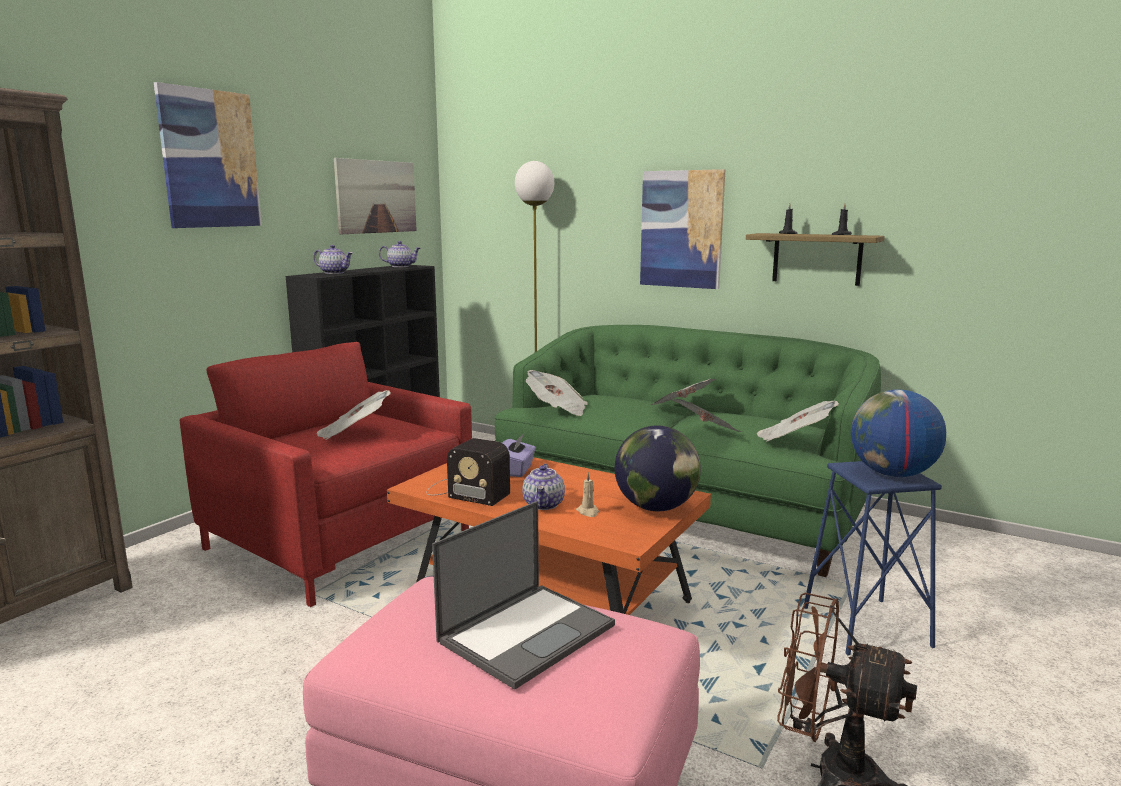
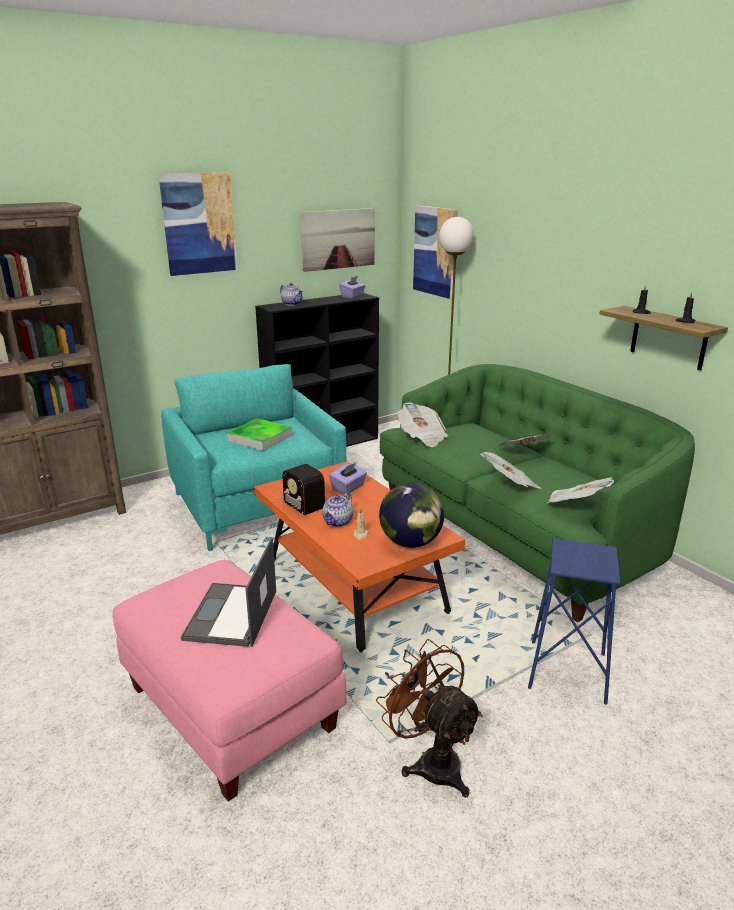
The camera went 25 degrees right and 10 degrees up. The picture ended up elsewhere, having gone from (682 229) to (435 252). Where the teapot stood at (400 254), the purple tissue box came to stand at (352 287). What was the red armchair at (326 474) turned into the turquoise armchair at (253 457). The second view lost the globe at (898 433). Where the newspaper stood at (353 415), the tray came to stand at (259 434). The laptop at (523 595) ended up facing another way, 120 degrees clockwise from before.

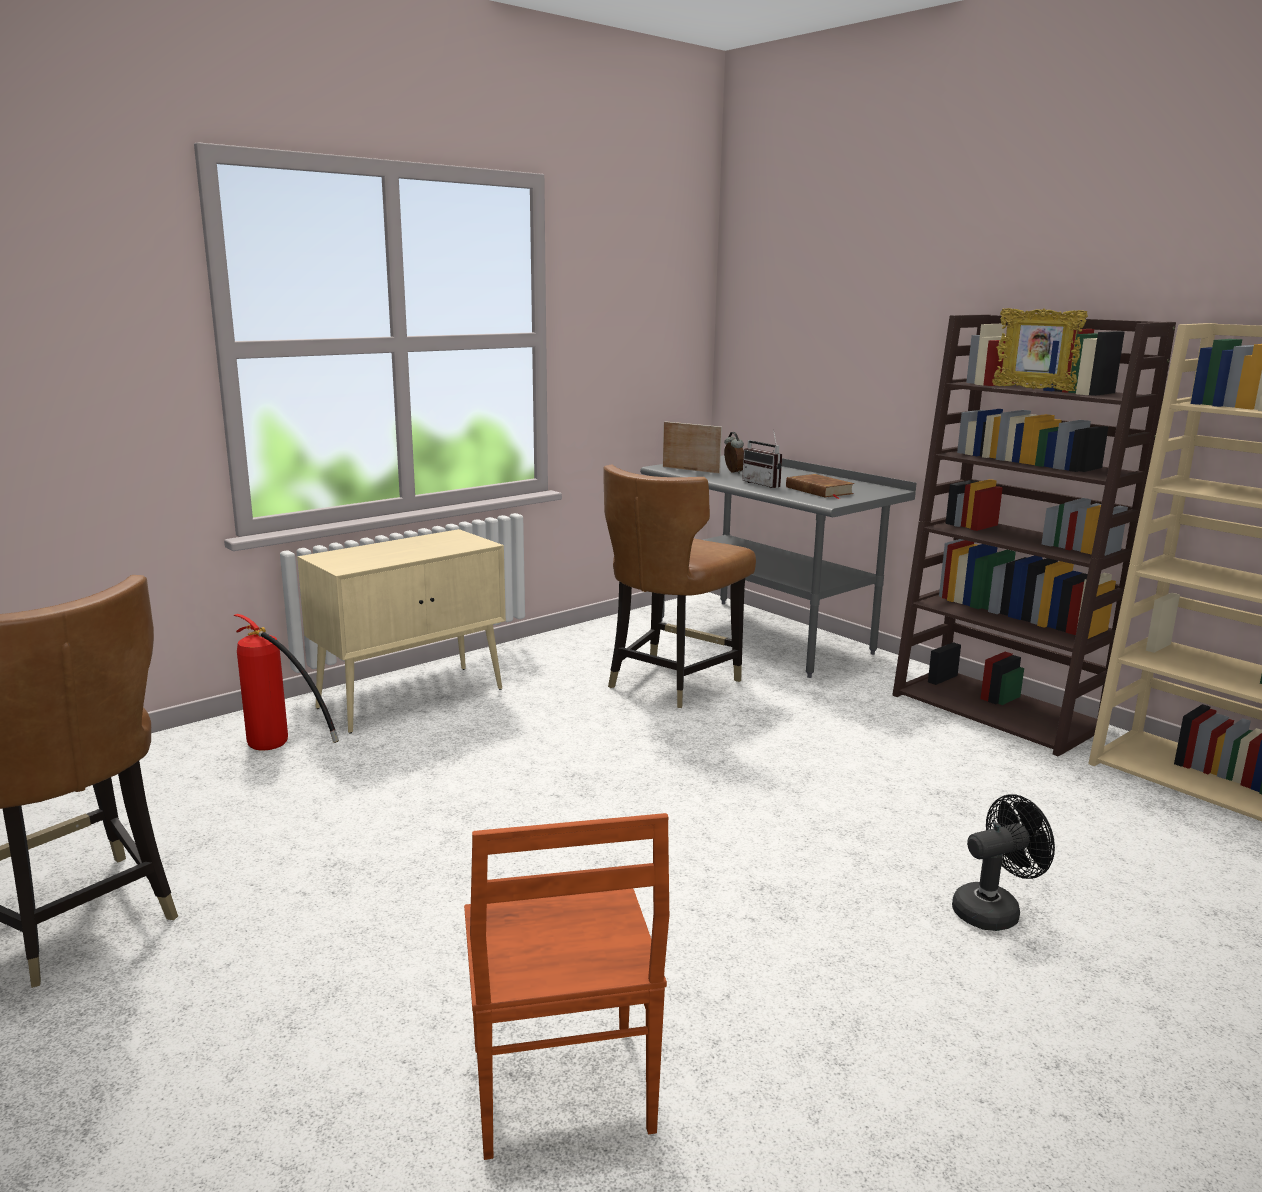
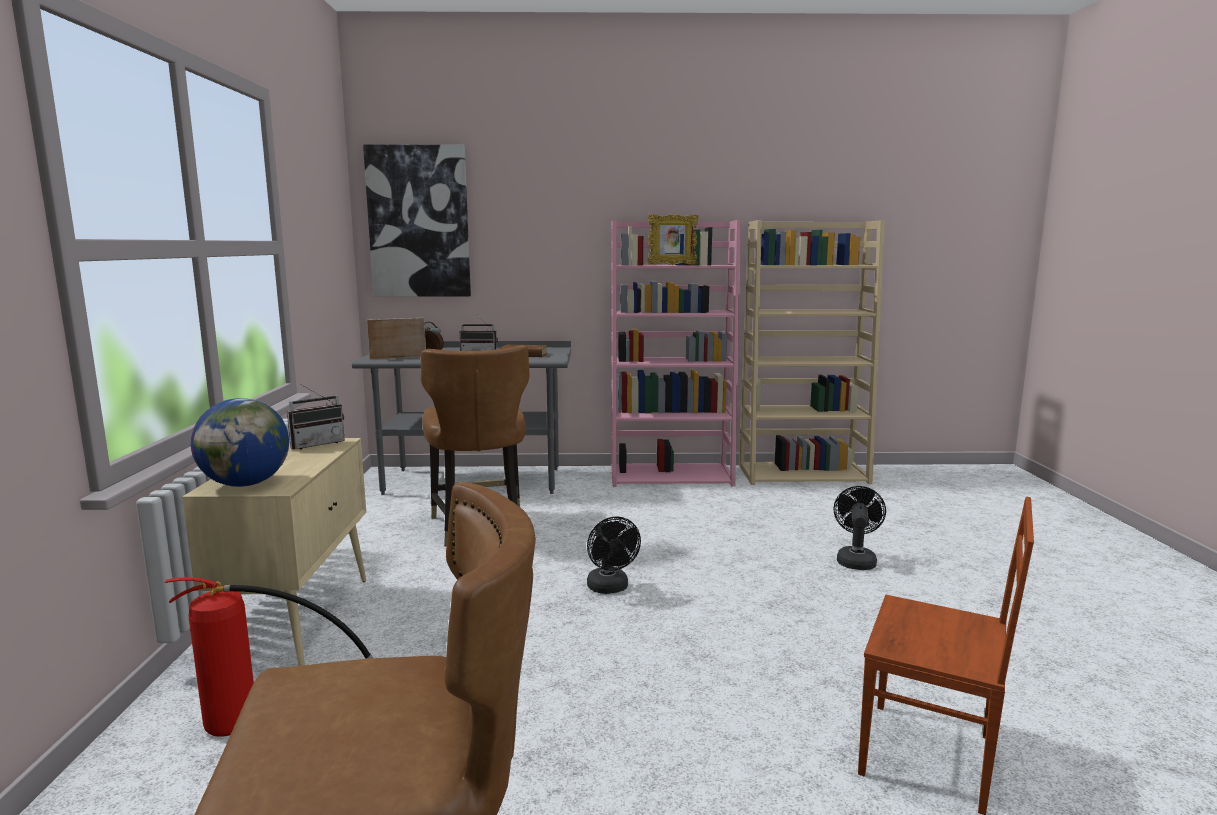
The camera went 50 degrees left and 5 degrees down. What was the brown bookcase at (1034 536) turned into the pink bookcase at (676 353). The second view gained the picture at (417 221). The second view gained the radio at (316 417). The second view gained the globe at (240 442). The second view gained the black fan at (614 555).

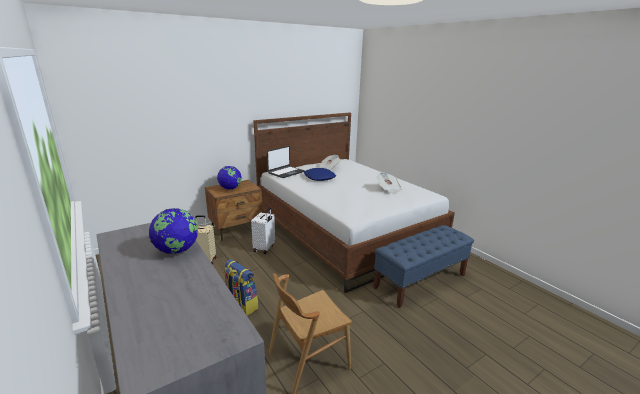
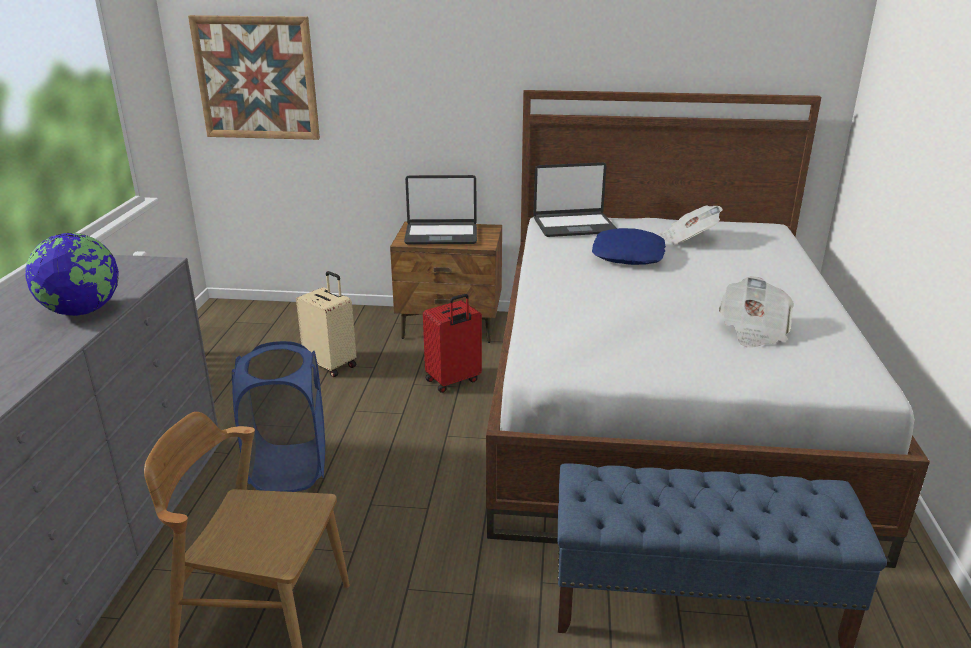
The camera went 40 degrees right and 5 degrees up. Where the globe stood at (229 178), the laptop came to stand at (440 209). What was the white suitcase at (263 231) turned into the red suitcase at (452 343). Where the backpack stood at (241 287), the blue laundry basket came to stand at (278 416). The second view gained the picture at (254 77).

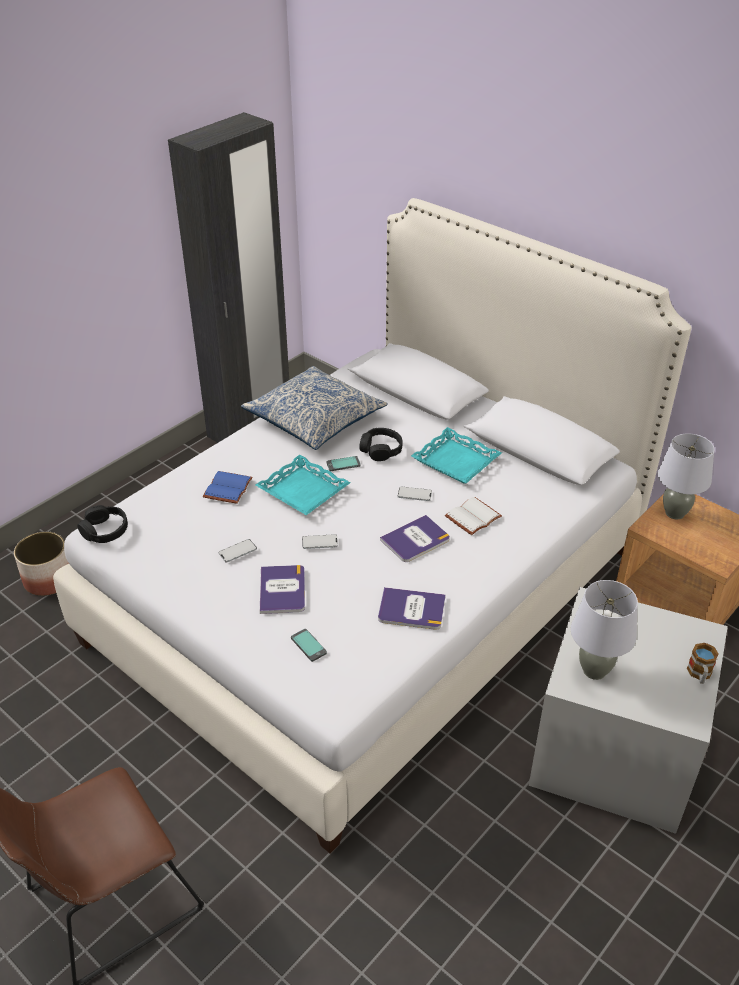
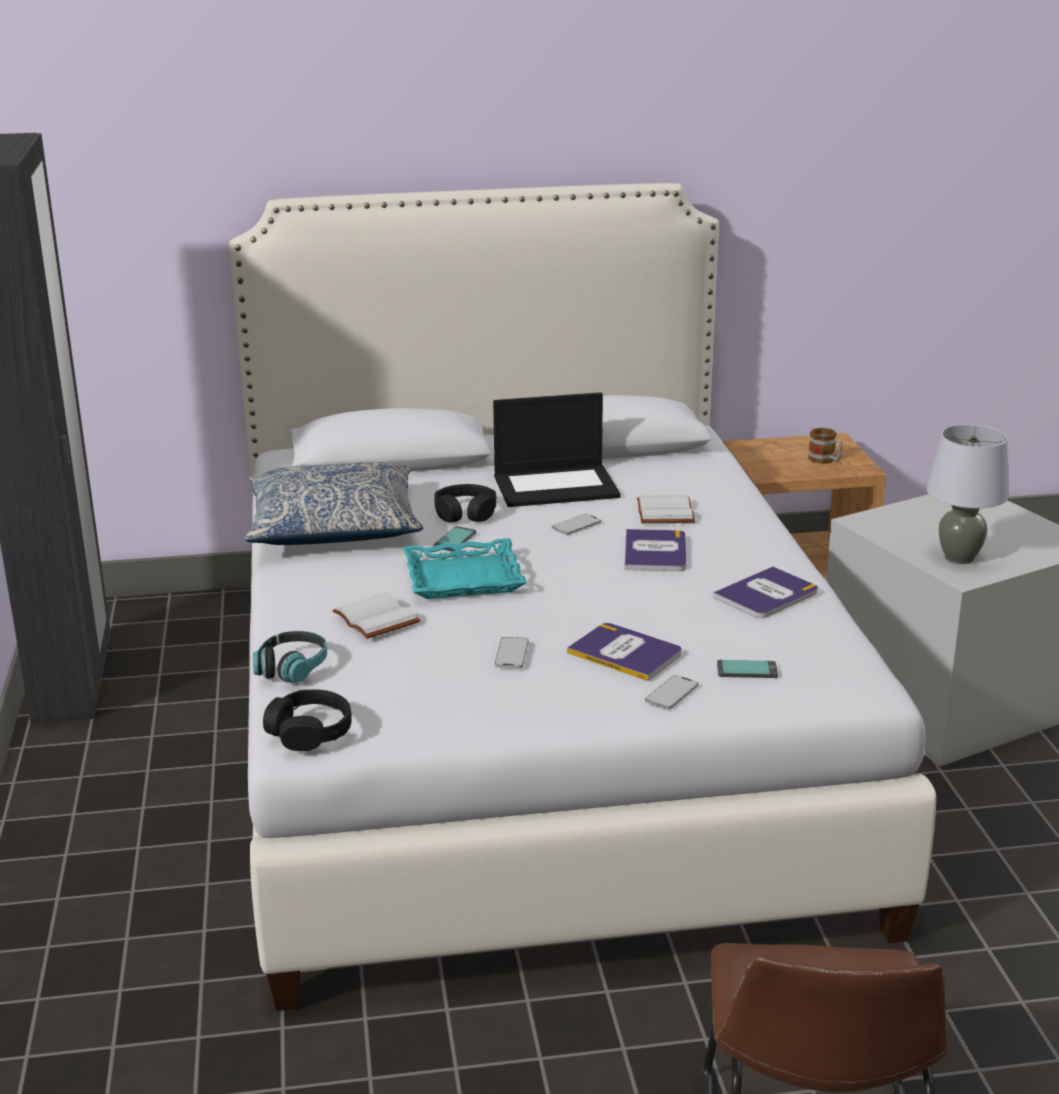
The camera went 50 degrees left and 15 degrees down. Where the turquoise tray stood at (456 455), the laptop came to stand at (557 449). The second view lost the grey table lamp at (686 476). What was the blue book at (228 487) turned into the white book at (376 616). The second view lost the planter at (41 564). The phone ended up elsewhere, having gone from (320 541) to (672 692). The mug ended up elsewhere, having gone from (703 663) to (825 446). The second view gained the headphones at (290 657).

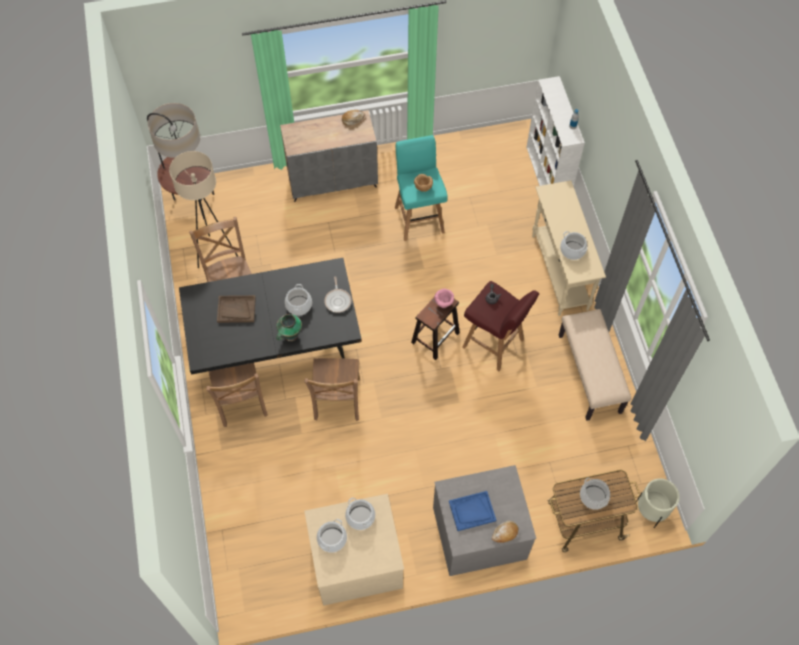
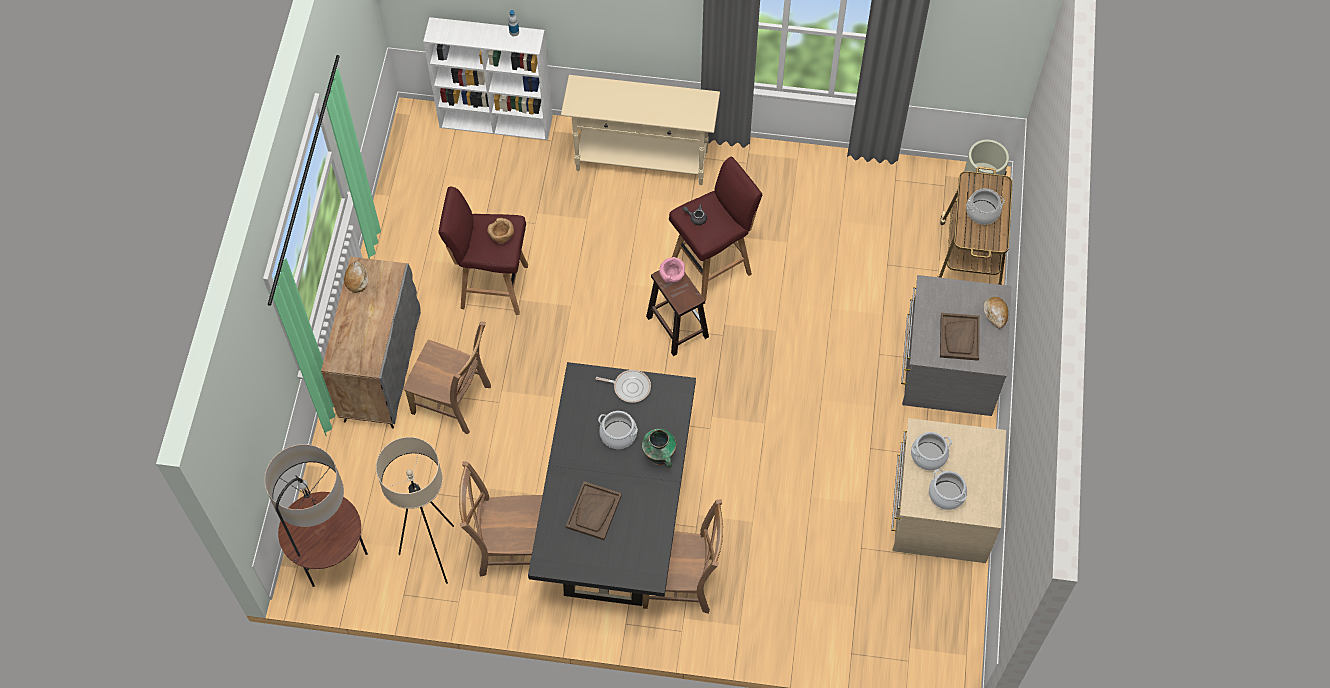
The camera went 70 degrees left and 0 degrees up. What was the turquoise stool at (421 188) turned into the red stool at (483 251). The second view lost the cooking pot at (573 245). The second view lost the beige bench at (595 365). The brown chair ended up elsewhere, having gone from (332 389) to (447 378). What was the blue tray at (472 511) turned into the brown tray at (960 337).

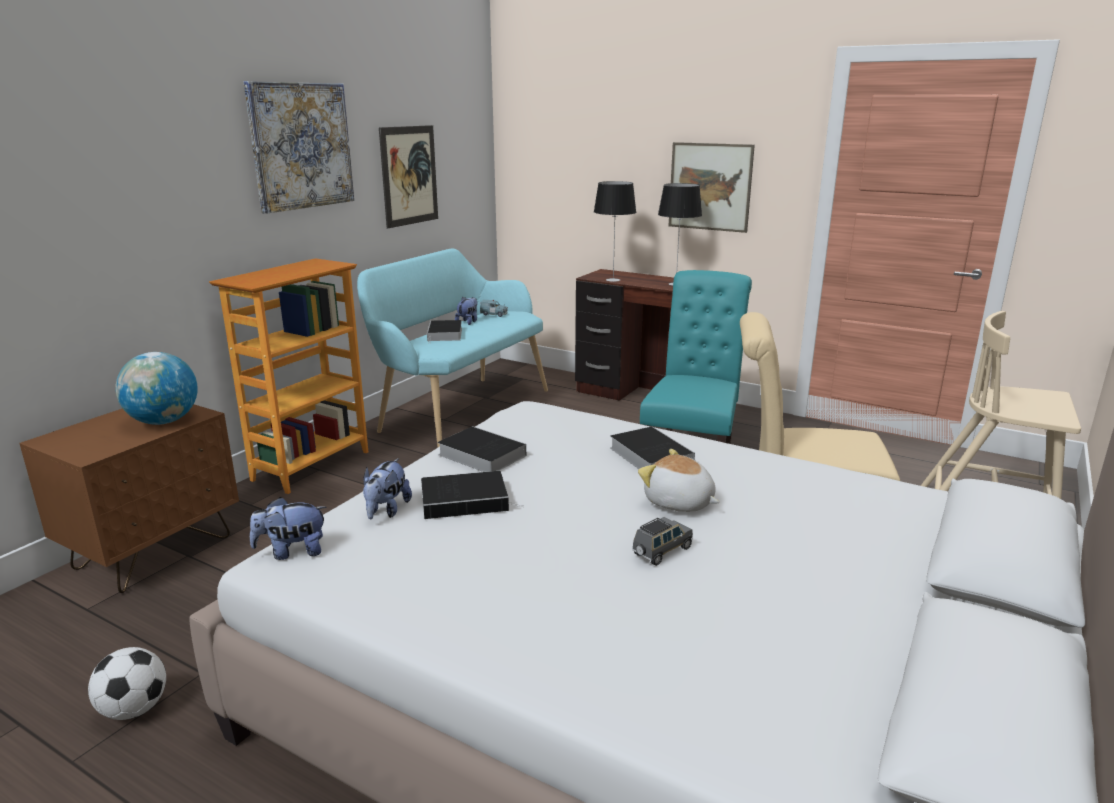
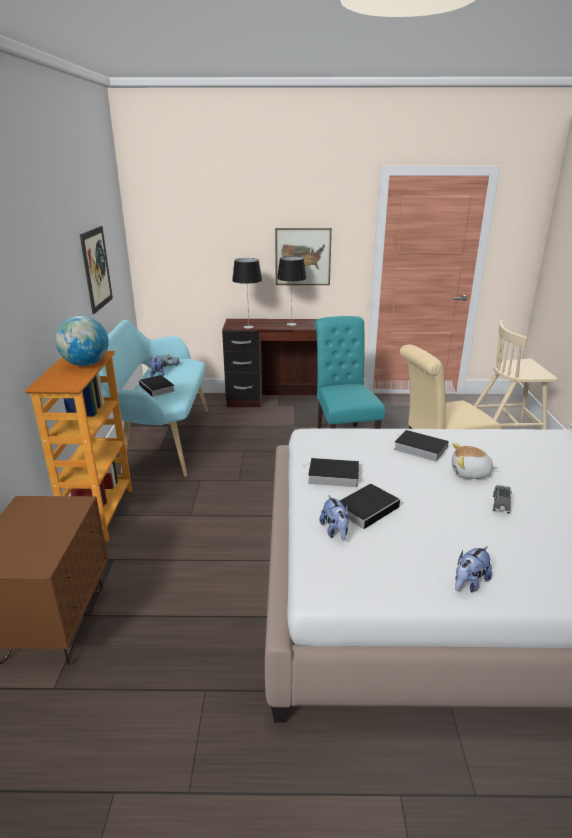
The camera went 30 degrees left and 5 degrees up. The second view lost the picture at (299 147). The globe ended up elsewhere, having gone from (156 388) to (82 341). The plush toy ended up elsewhere, having gone from (288 528) to (473 569). The second view lost the football at (127 683).

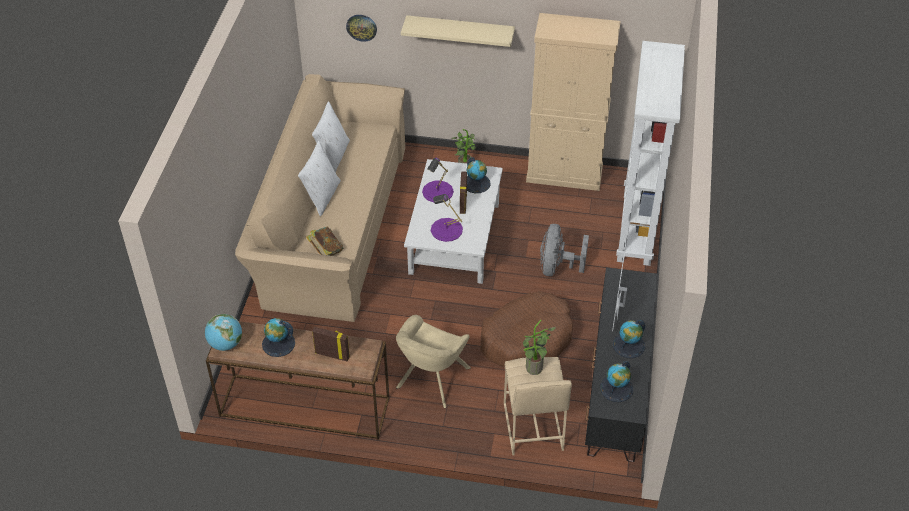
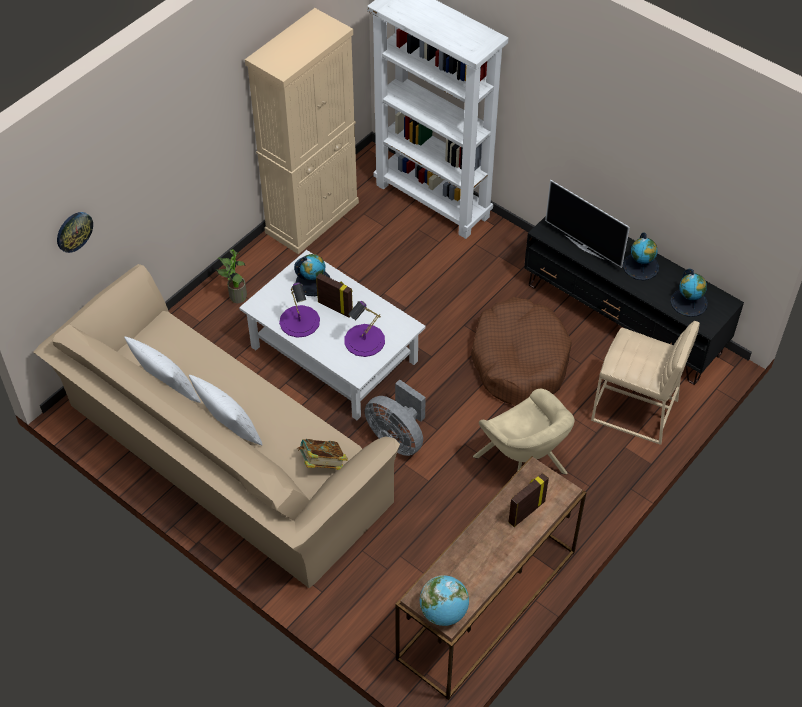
The camera went 60 degrees left and 5 degrees up. The second view lost the beige shelf at (458 31). The grey fan ended up elsewhere, having gone from (564 250) to (395 417). The second view lost the globe at (278 337). The second view lost the potted plant at (539 347).

